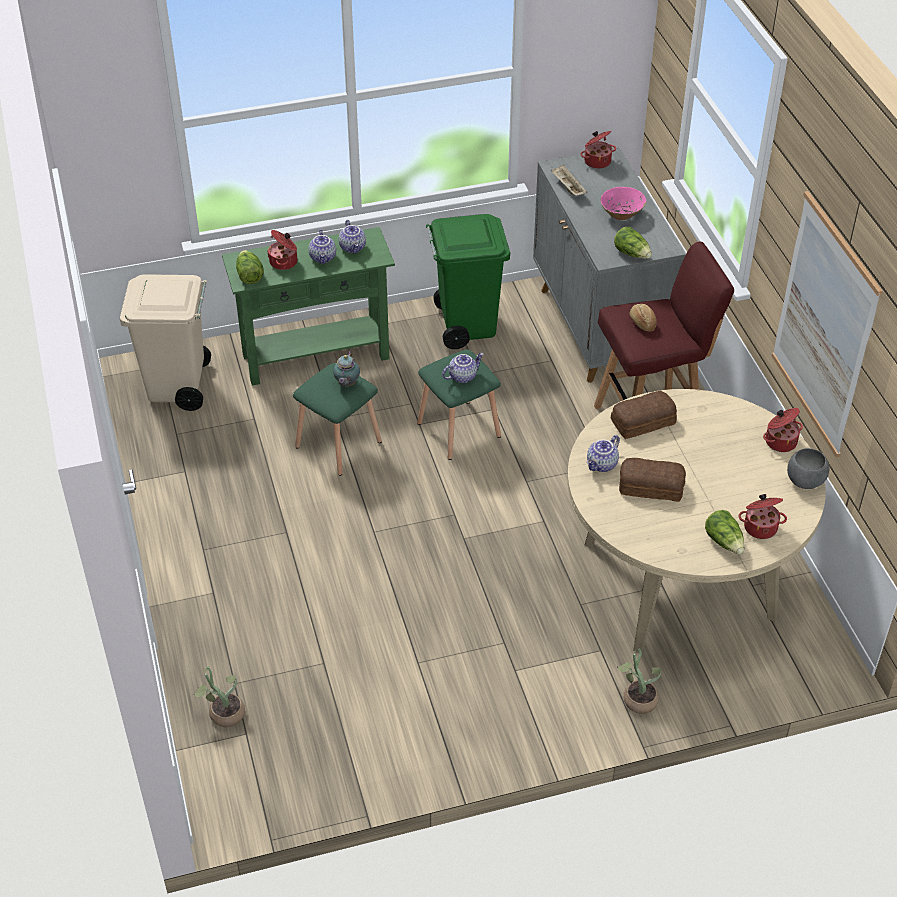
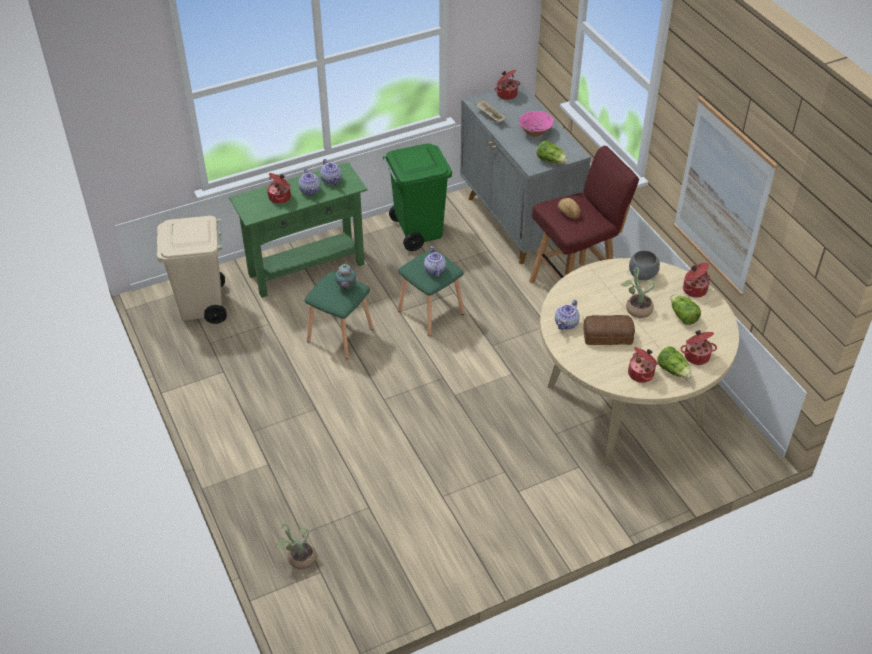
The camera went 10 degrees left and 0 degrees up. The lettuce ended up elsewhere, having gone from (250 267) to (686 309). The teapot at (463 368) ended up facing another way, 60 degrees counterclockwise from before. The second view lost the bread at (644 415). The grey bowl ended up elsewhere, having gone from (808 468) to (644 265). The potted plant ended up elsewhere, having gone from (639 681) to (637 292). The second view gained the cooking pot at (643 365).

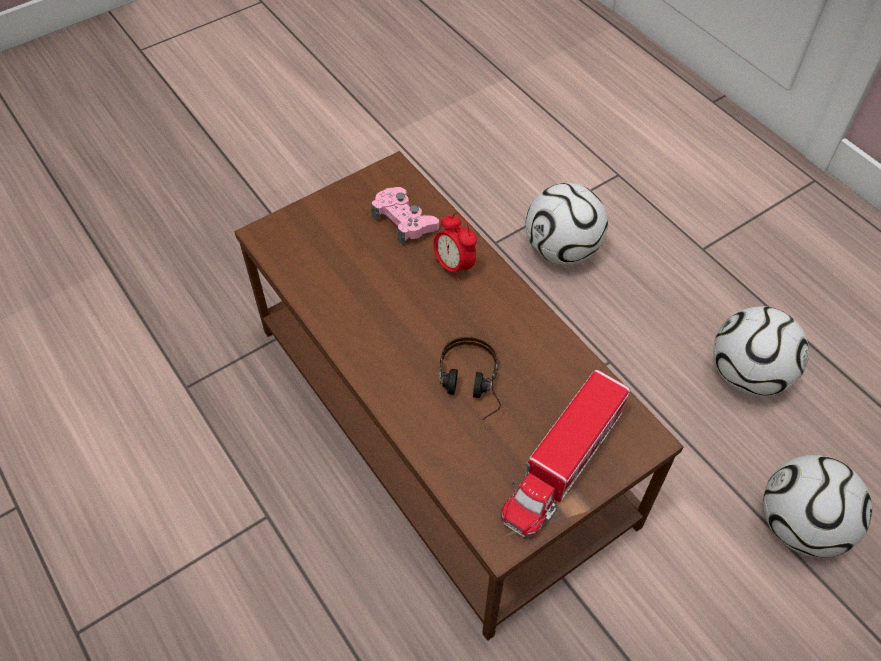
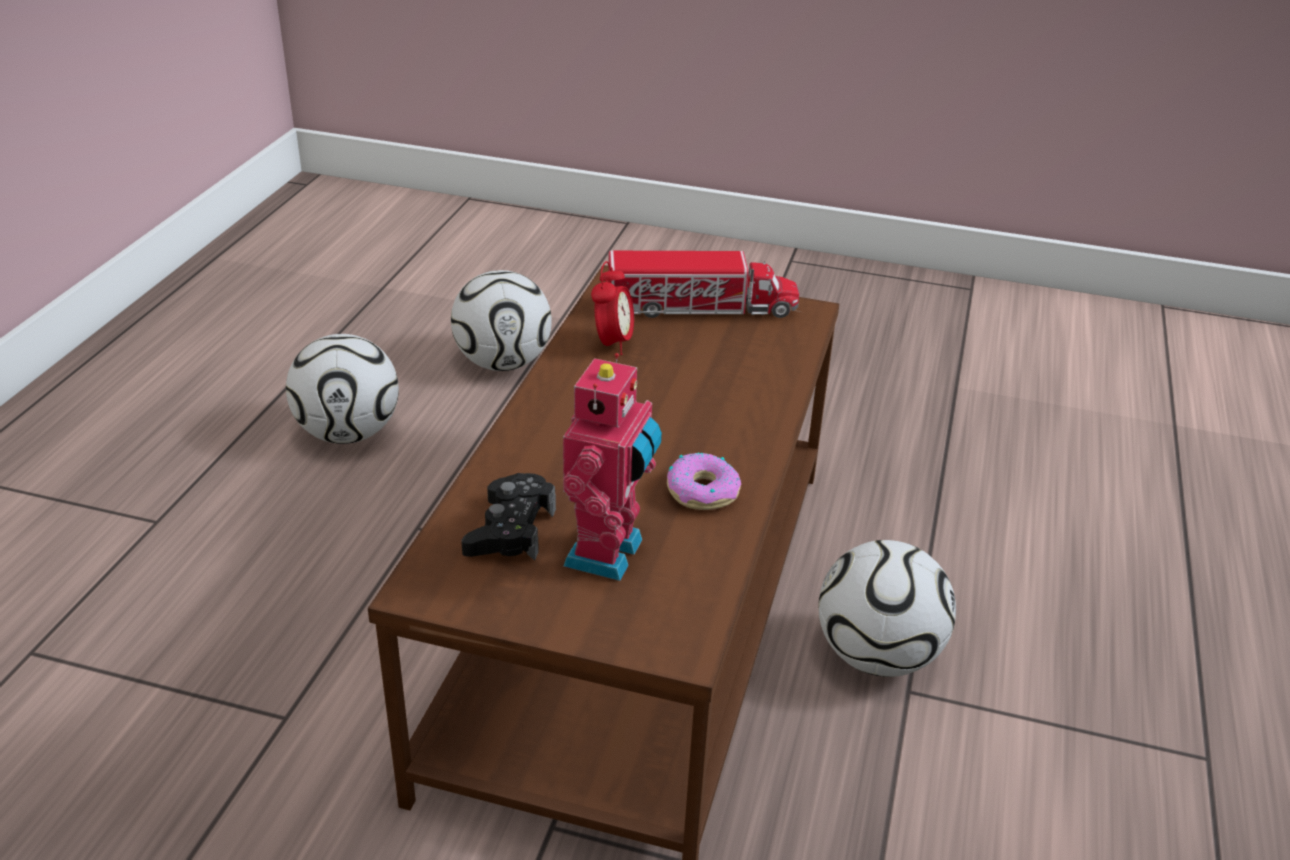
The camera went 130 degrees left and 20 degrees down. The football ended up elsewhere, having gone from (567 224) to (887 608). What was the pink game controller at (405 216) turned into the black game controller at (508 517). The alarm clock ended up elsewhere, having gone from (455 247) to (612 308). The second view lost the headphones at (470 378). The second view gained the toy robot at (612 467). The second view gained the donut at (704 481).

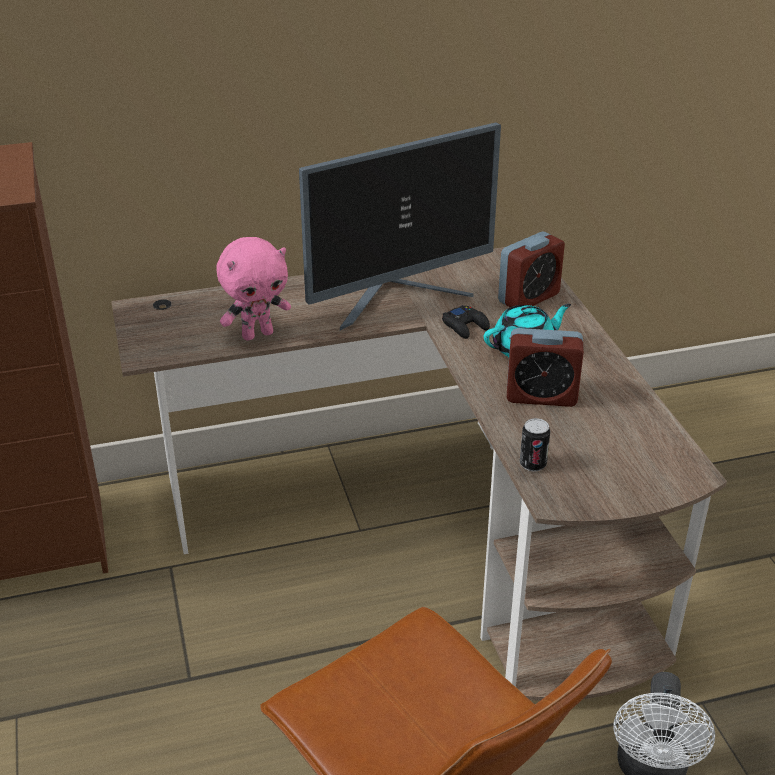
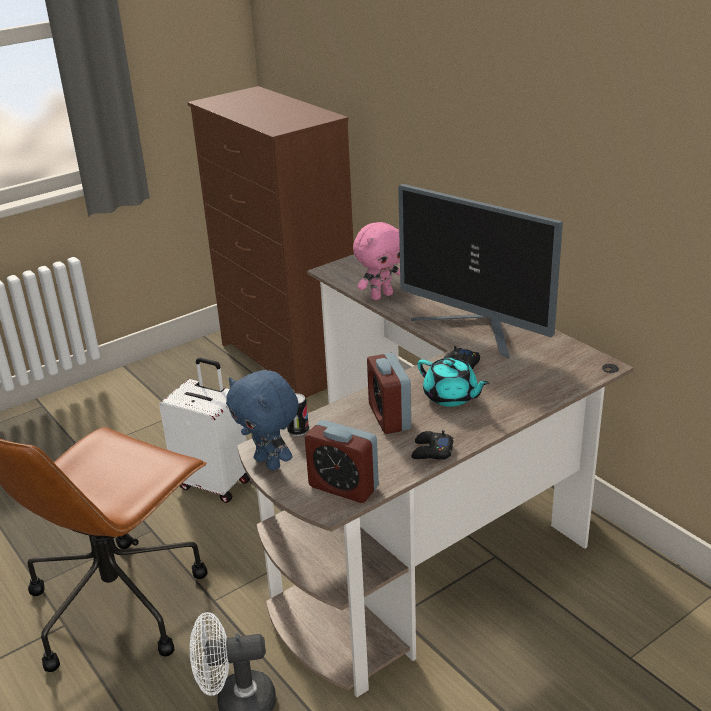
The camera went 70 degrees right and 5 degrees down. The alarm clock ended up elsewhere, having gone from (531 269) to (342 461). The pink plush toy at (253 289) ended up facing another way, 75 degrees counterclockwise from before. The second view gained the white suitcase at (204 430). The second view gained the blue plush toy at (262 420). The second view gained the black game controller at (432 445).

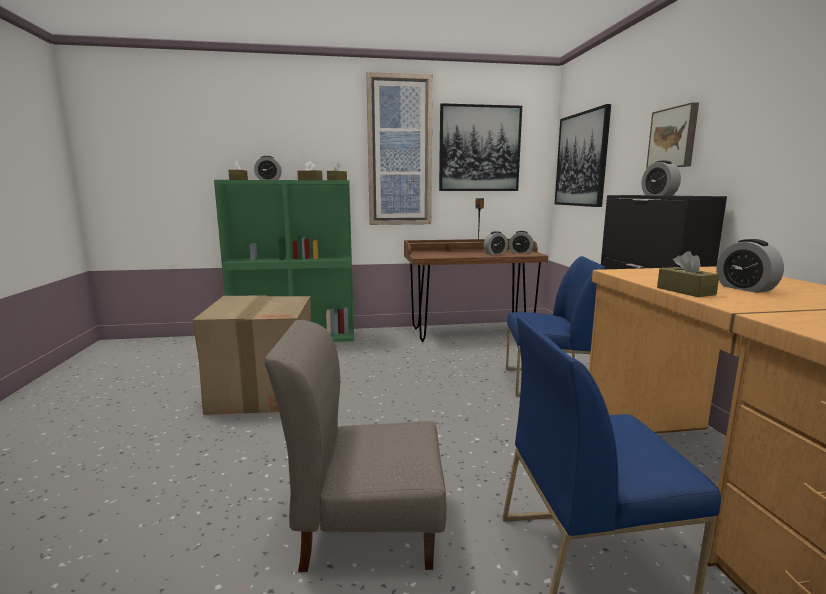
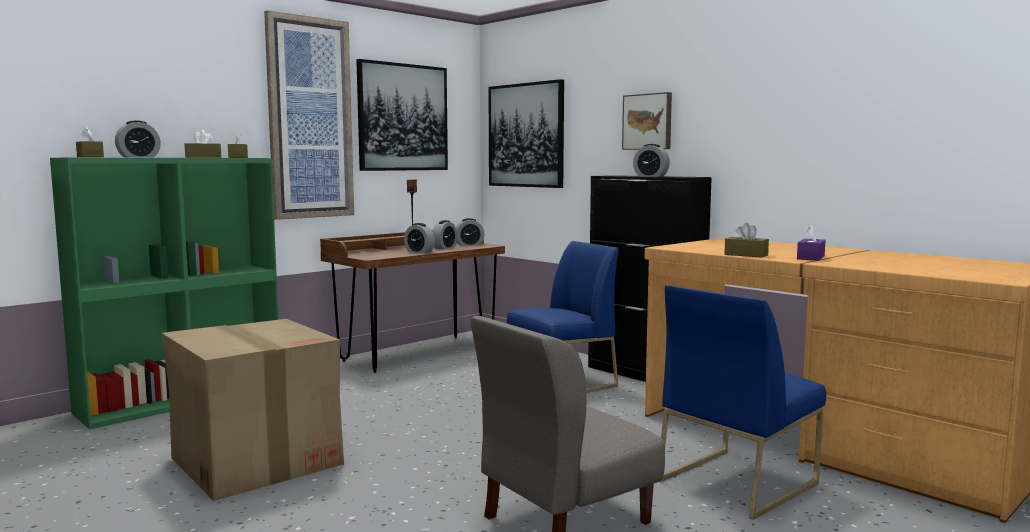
The camera went 35 degrees left and 5 degrees down. The alarm clock ended up elsewhere, having gone from (750 266) to (419 238). The second view gained the purple tissue box at (811 243).

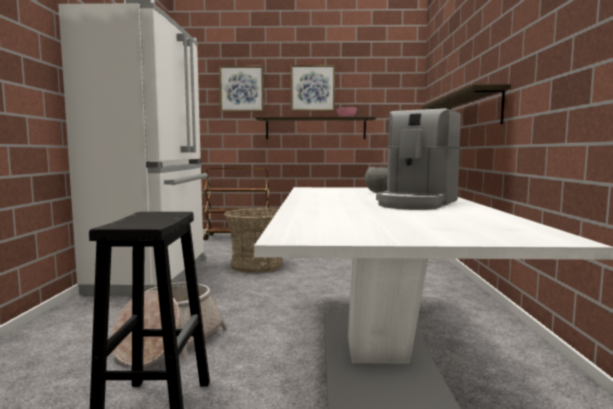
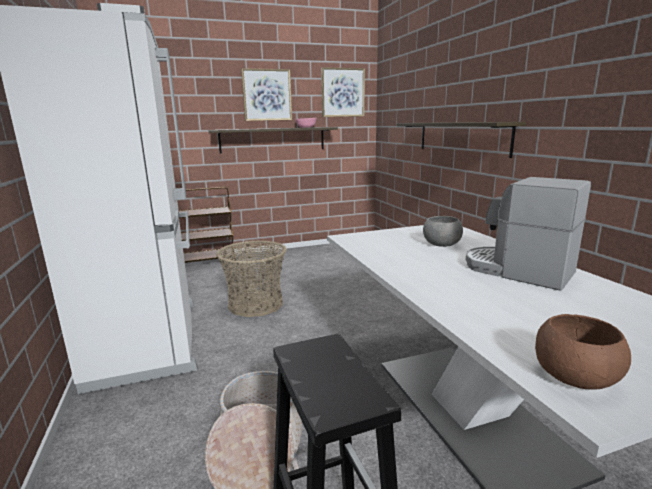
The camera went 20 degrees left and 10 degrees up. The picture ended up elsewhere, having gone from (241 89) to (343 92). The coffee machine at (418 159) ended up facing another way, 120 degrees clockwise from before. The second view gained the brown bowl at (583 352).

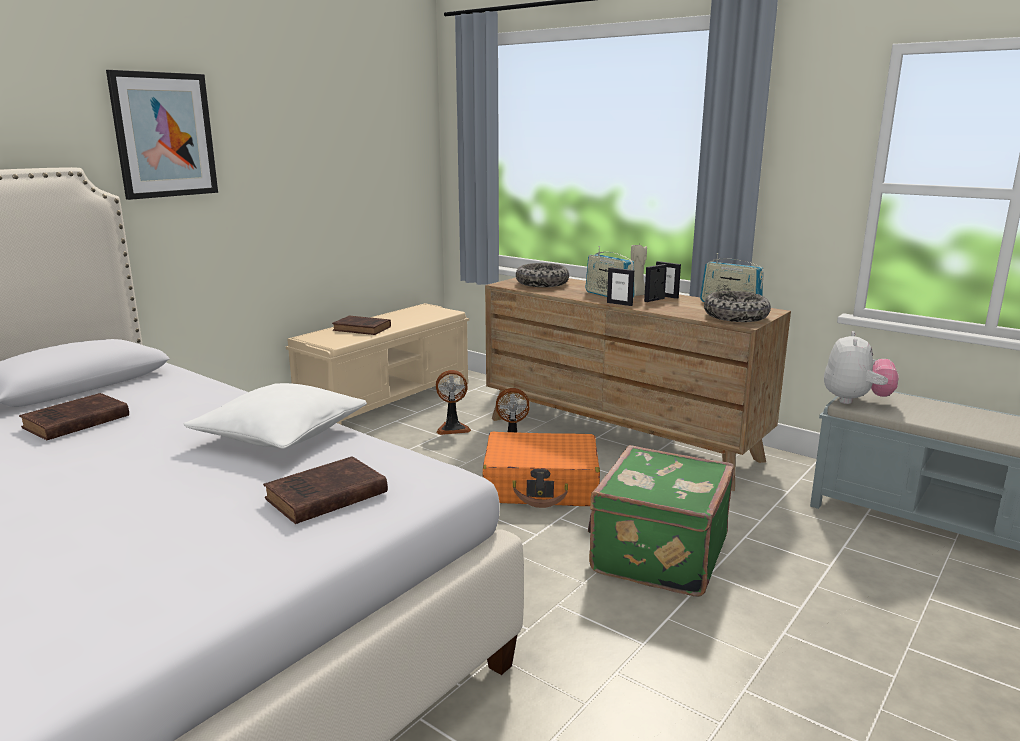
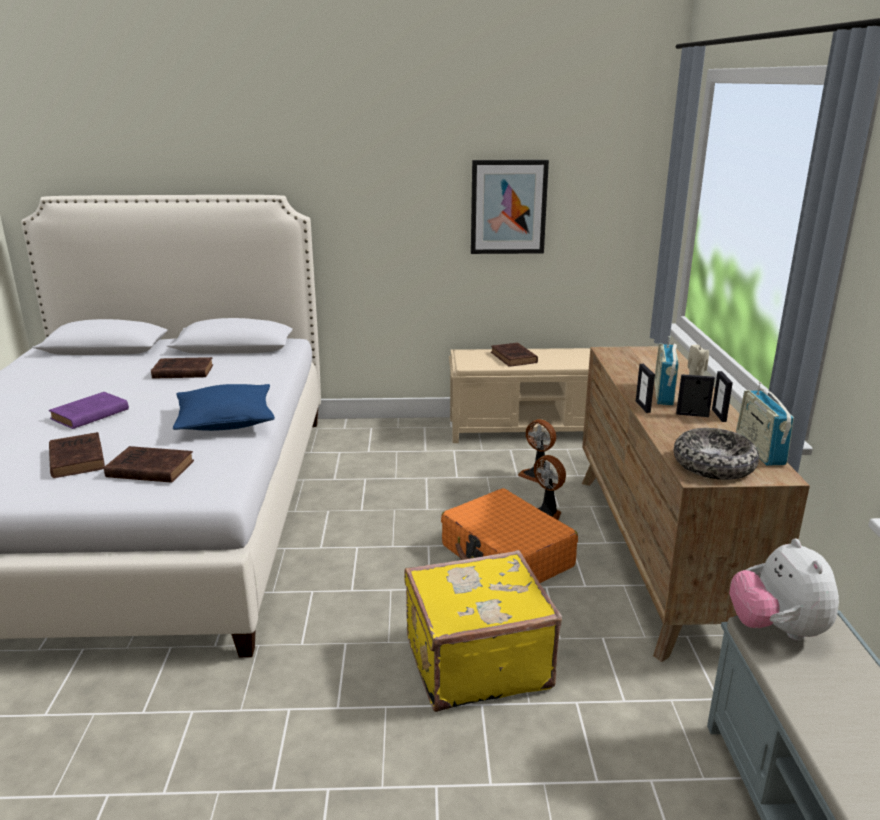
The camera went 50 degrees right and 5 degrees up. The picture ended up elsewhere, having gone from (162 135) to (510 207). The second view lost the bowl at (542 275). The plush toy at (861 367) ended up facing another way, 105 degrees clockwise from before. What was the white pillow at (275 416) turned into the blue pillow at (224 407). What was the green suitcase at (661 521) turned into the yellow suitcase at (483 631). The second view gained the purple book at (89 410). The second view gained the brown book at (77 455).

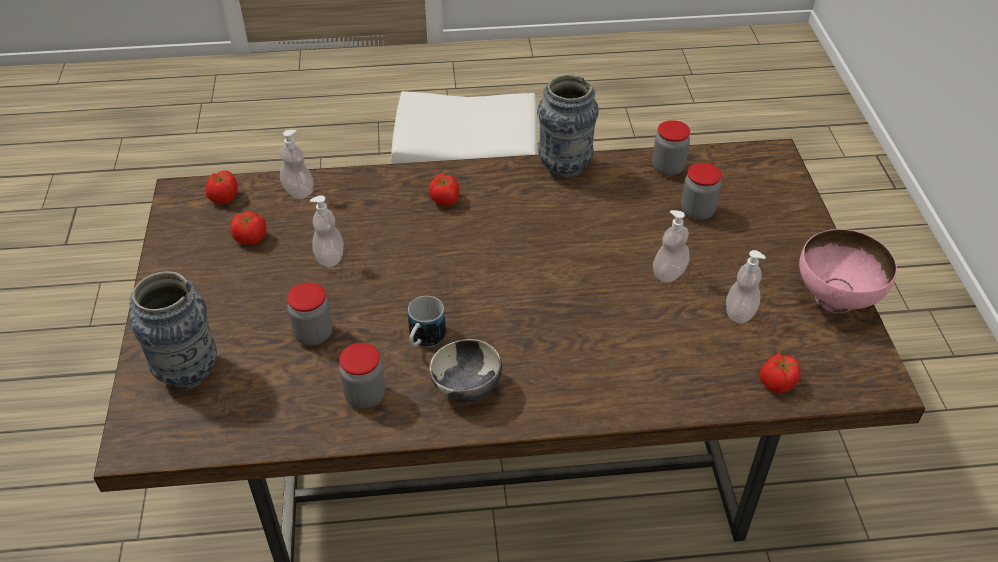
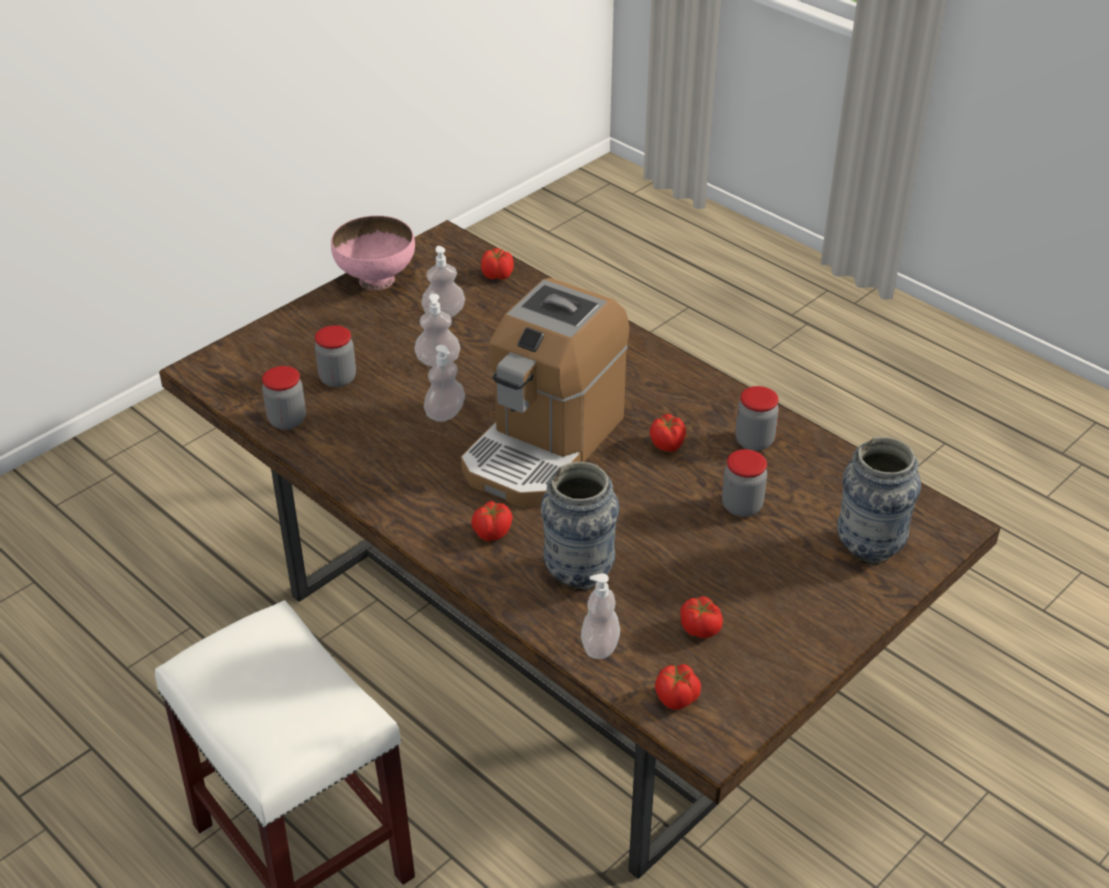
The camera went 130 degrees left and 5 degrees down. The vase ended up elsewhere, having gone from (568 126) to (580 526). The soap dispenser ended up elsewhere, having gone from (327 231) to (444 383). Where the mug stood at (427 321), the tomato came to stand at (668 433). The second view lost the bowl at (465 370). The second view gained the coffee machine at (545 392).

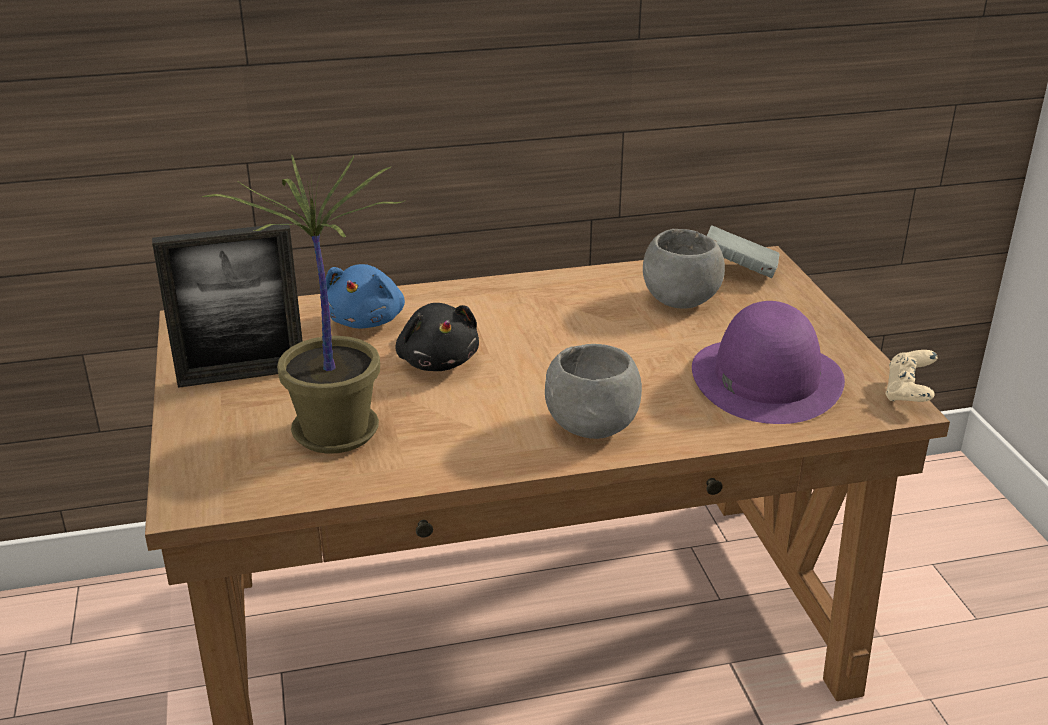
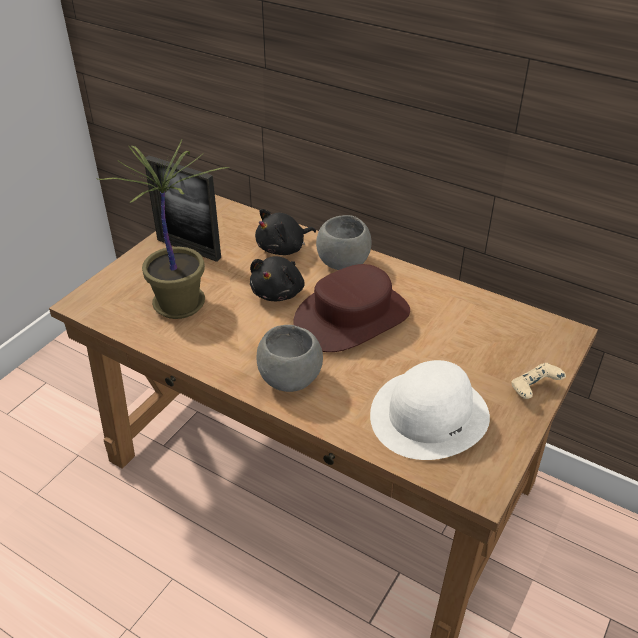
The camera went 45 degrees right and 10 degrees up. The second view lost the grey book at (743 251). The grey bowl ended up elsewhere, having gone from (684 269) to (344 242). What was the blue plush toy at (365 296) turned into the black plush toy at (285 232). What was the purple hat at (768 362) turned into the white hat at (430 410). The beige game controller ended up elsewhere, having gone from (911 376) to (538 381). The second view gained the brown hat at (351 308).

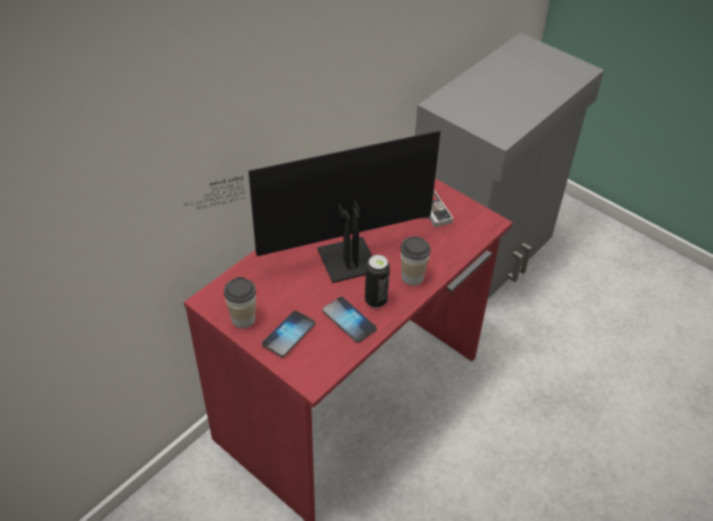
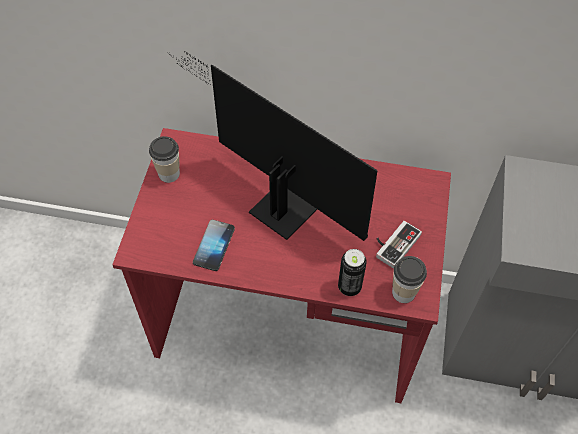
The camera went 60 degrees right and 10 degrees up. The cup ended up elsewhere, having gone from (415 261) to (409 279). The can ended up elsewhere, having gone from (377 281) to (352 272). The second view lost the phone at (289 334).

